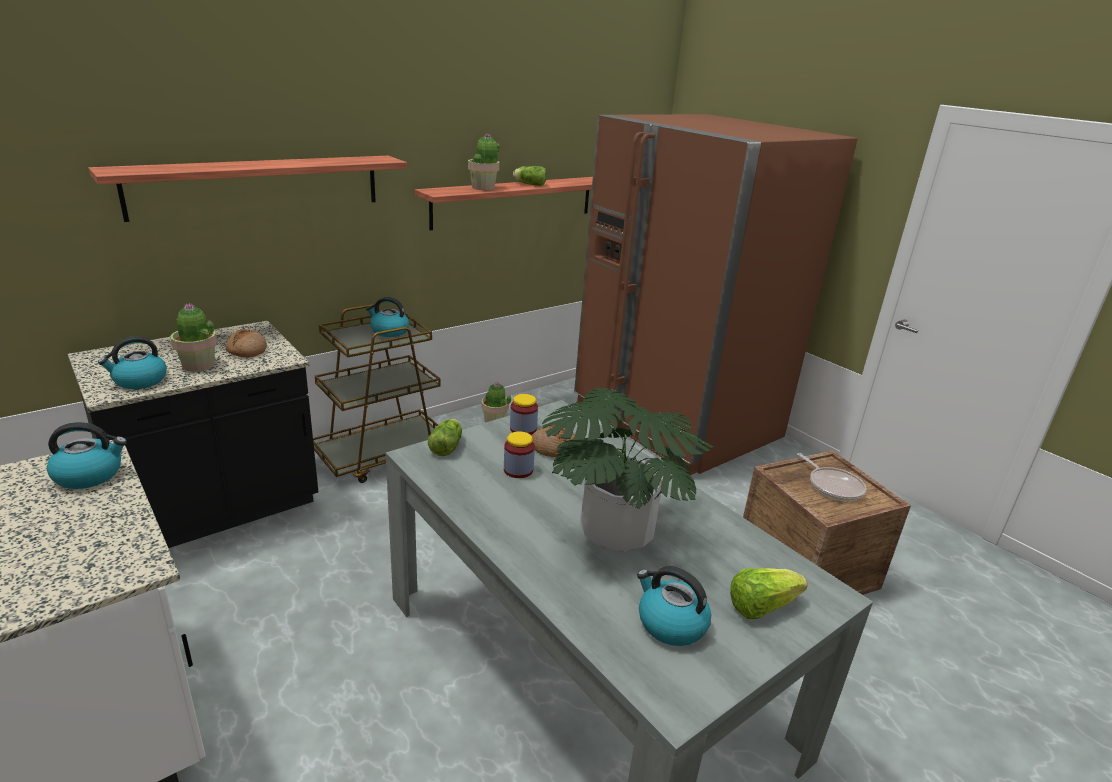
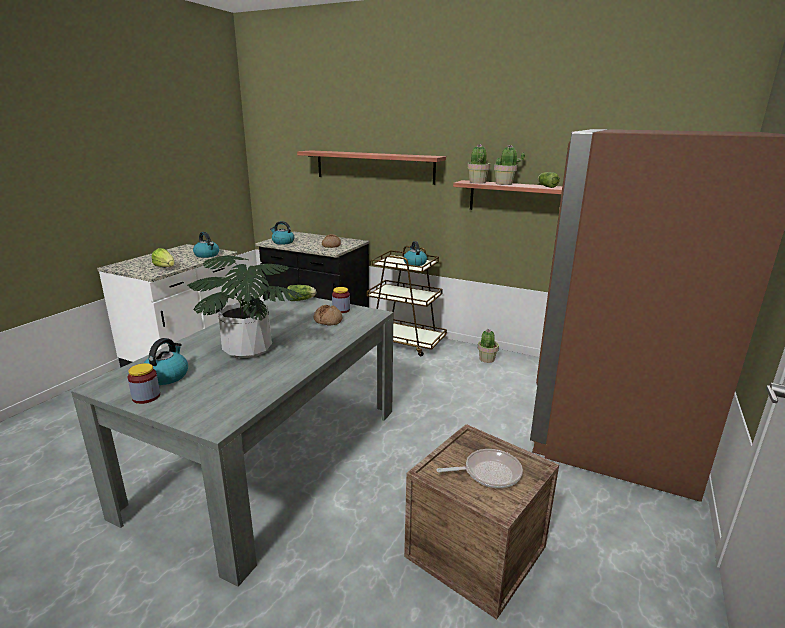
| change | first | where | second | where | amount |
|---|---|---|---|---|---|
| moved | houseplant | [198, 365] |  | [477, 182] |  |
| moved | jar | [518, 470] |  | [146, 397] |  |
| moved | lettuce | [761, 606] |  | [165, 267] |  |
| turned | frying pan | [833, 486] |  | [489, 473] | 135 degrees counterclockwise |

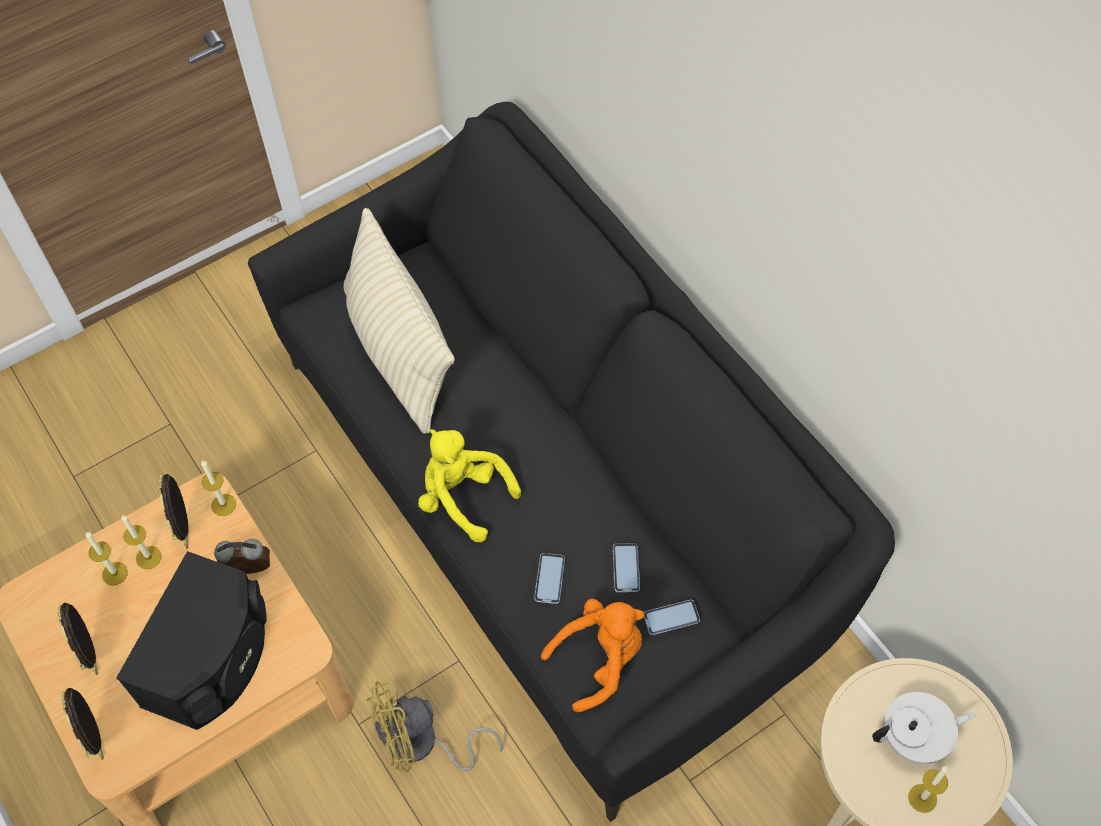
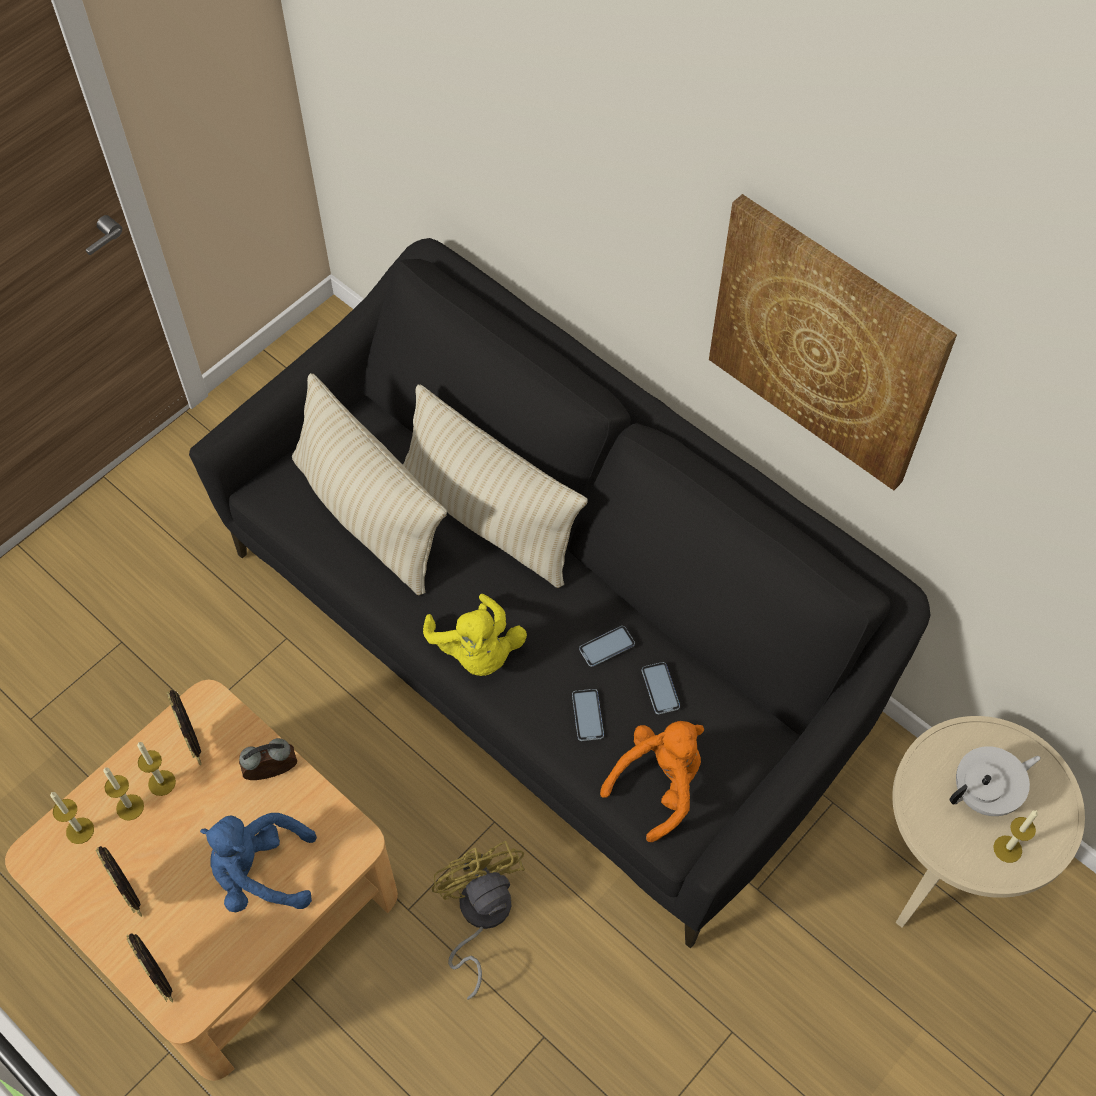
| change | first | where | second | where | amount |
|---|---|---|---|---|---|
| added |  |  | beige-coloured pillow | [489, 518] |  |
| added |  |  | picture | [826, 343] |  |
| moved | wax candle | [223, 505] |  | [80, 830] |  |
| moved | phone | [671, 618] |  | [607, 647] |  |
| replaced | black-coloured audio speaker | [212, 659] | blue-coloured plush toy | [260, 873] |  |
| turned | yellow fan | [422, 745] |  | [479, 916] | 105 degrees clockwise |
| turned | yellow plush toy | [463, 497] |  | [477, 652] | 135 degrees counterclockwise |

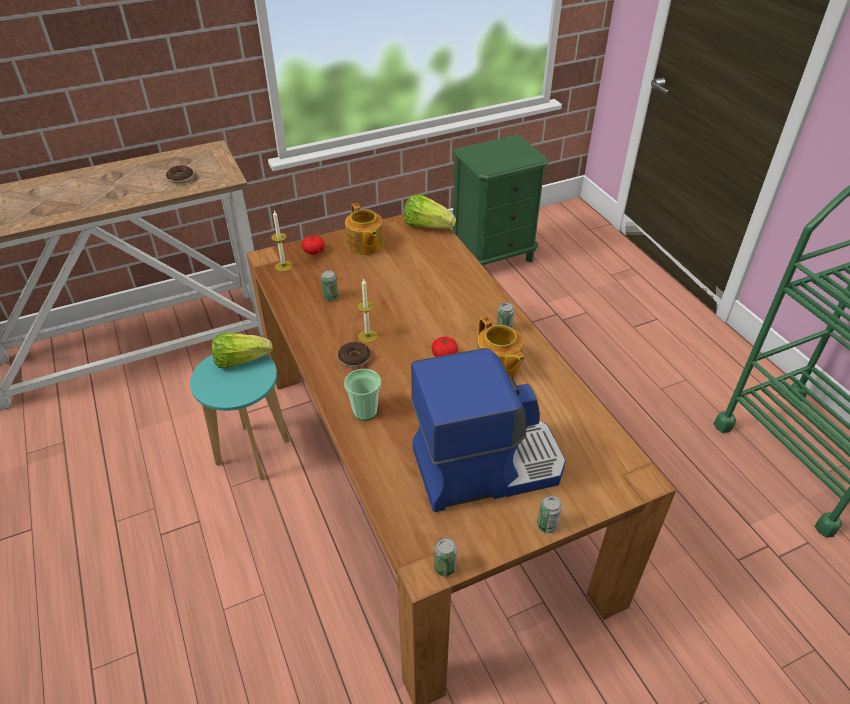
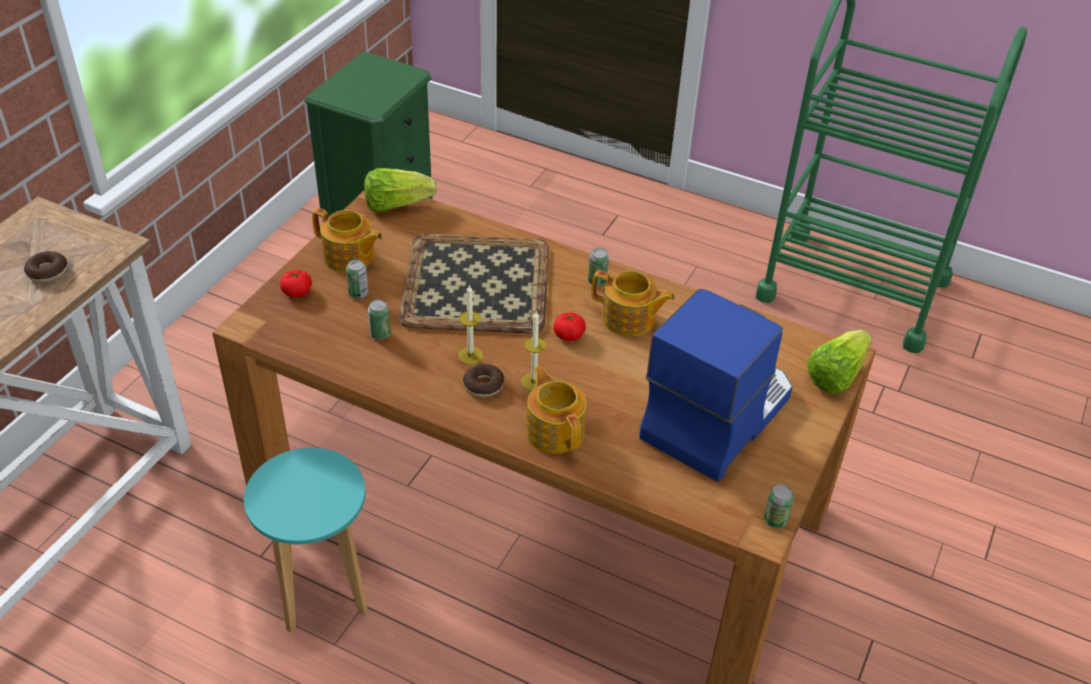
| change | first | where | second | where | amount |
|---|---|---|---|---|---|
| added |  |  | tray | [474, 285] |  |
| moved | lettuce | [241, 360] |  | [835, 375] |  |
| moved | wax candle | [283, 266] |  | [533, 382] |  |
| moved | metal can | [547, 525] |  | [358, 293] |  |
| replaced | cup | [365, 411] | teapot | [555, 430] |  |

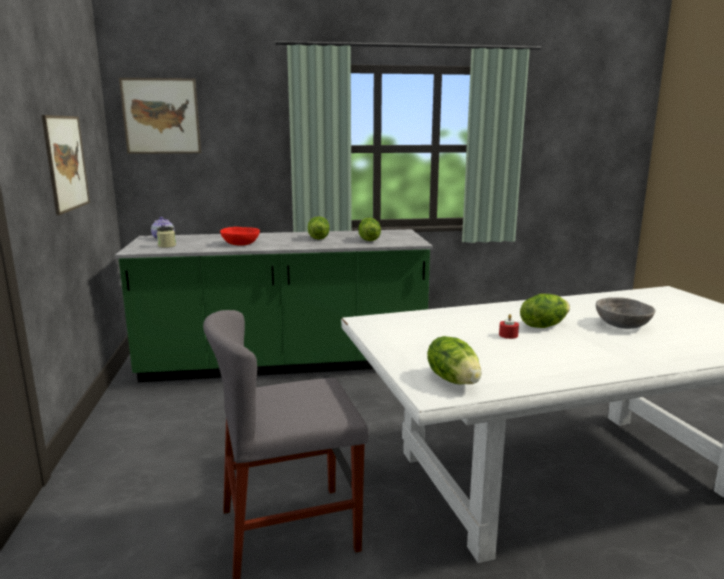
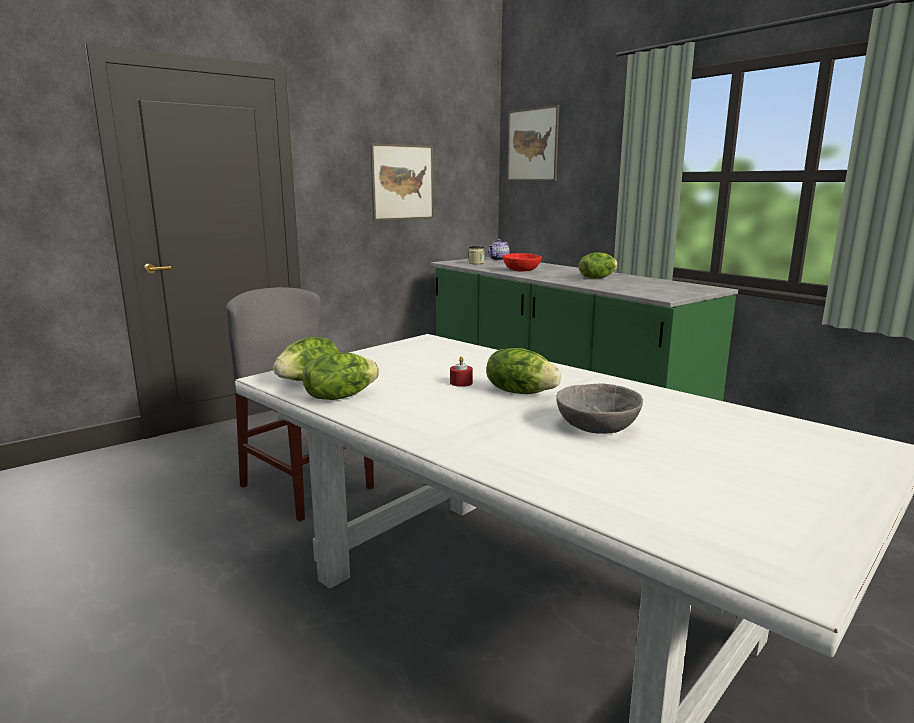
| change | first | where | second | where | amount |
|---|---|---|---|---|---|
| moved | lettuce | [368, 240] |  | [340, 396] |  |

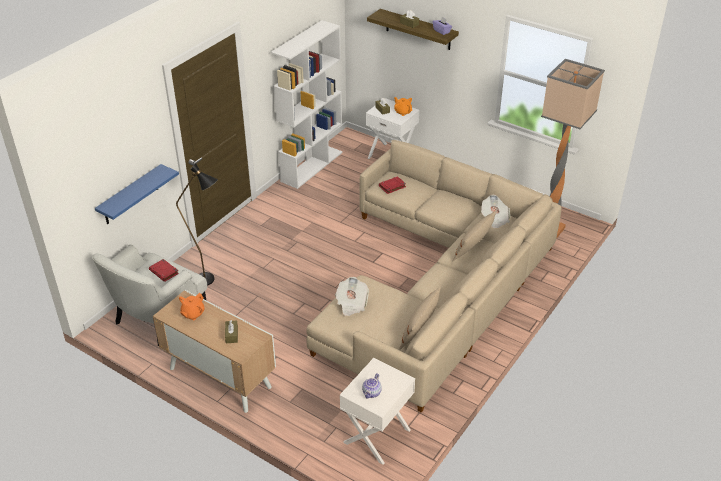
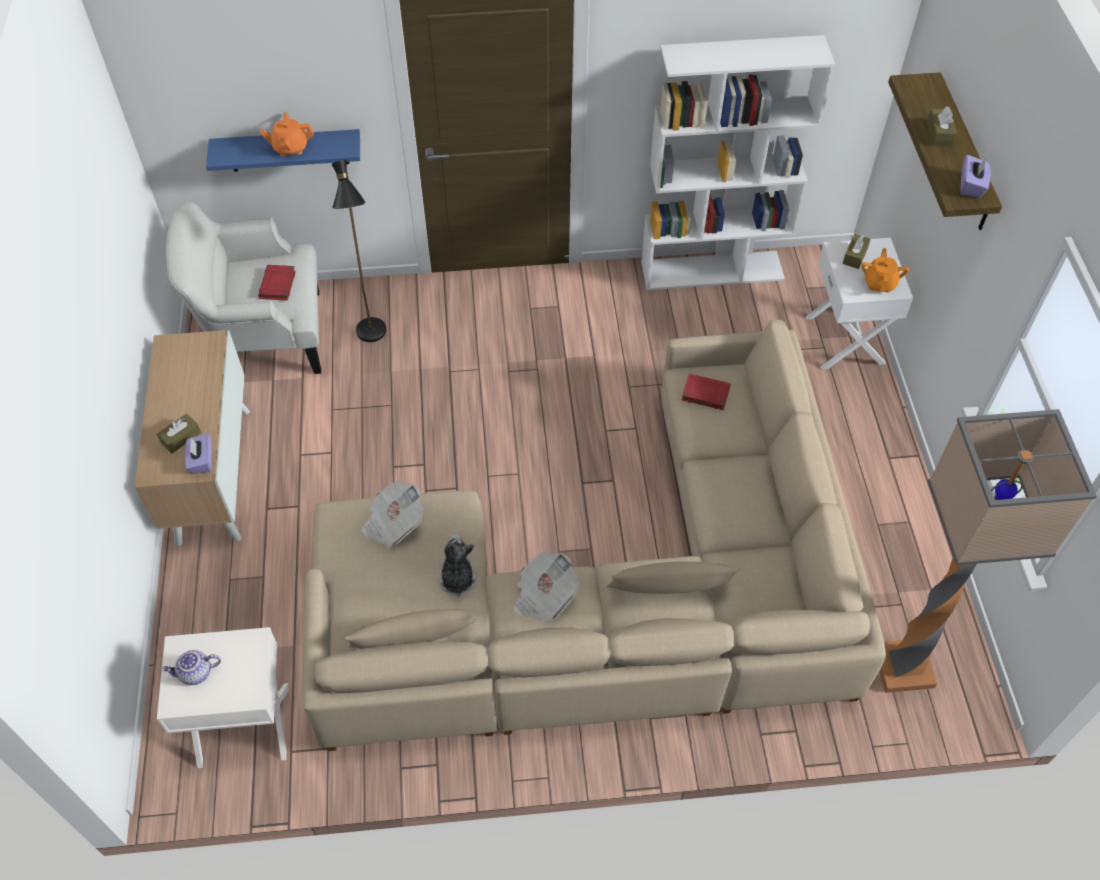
| change | first | where | second | where | amount |
|---|---|---|---|---|---|
| added |  |  | purple-coloured tissue box | [201, 461] |  |
| added |  |  | plush toy | [457, 578] |  |
| moved | orange-coloured teapot | [193, 314] |  | [290, 148] |  |
| moved | newspaper | [495, 218] |  | [544, 596] |  |

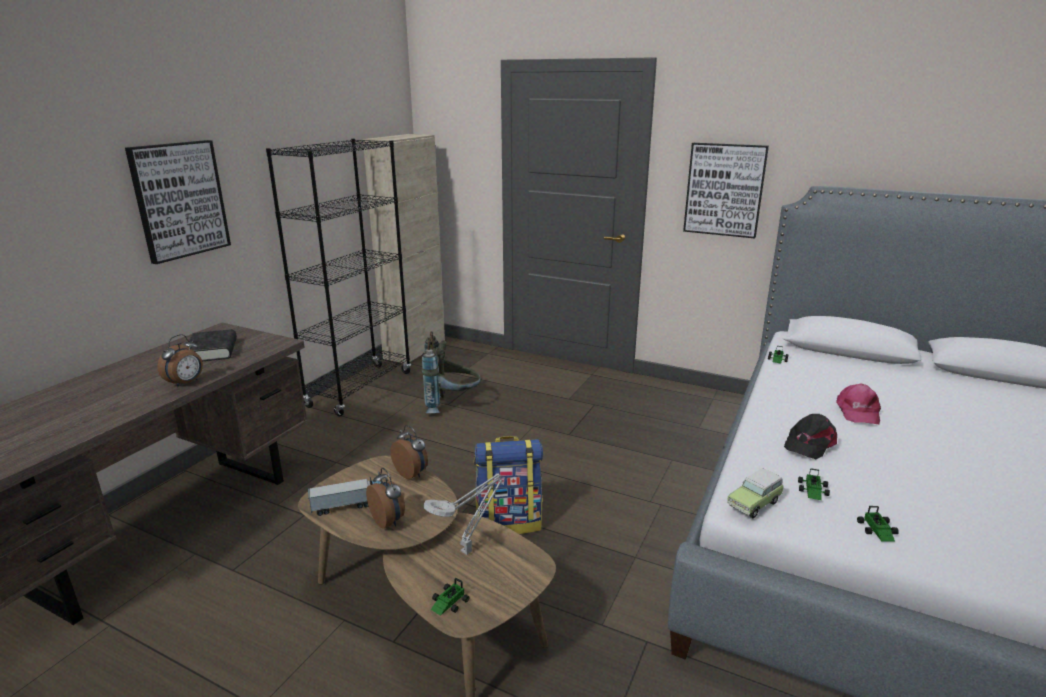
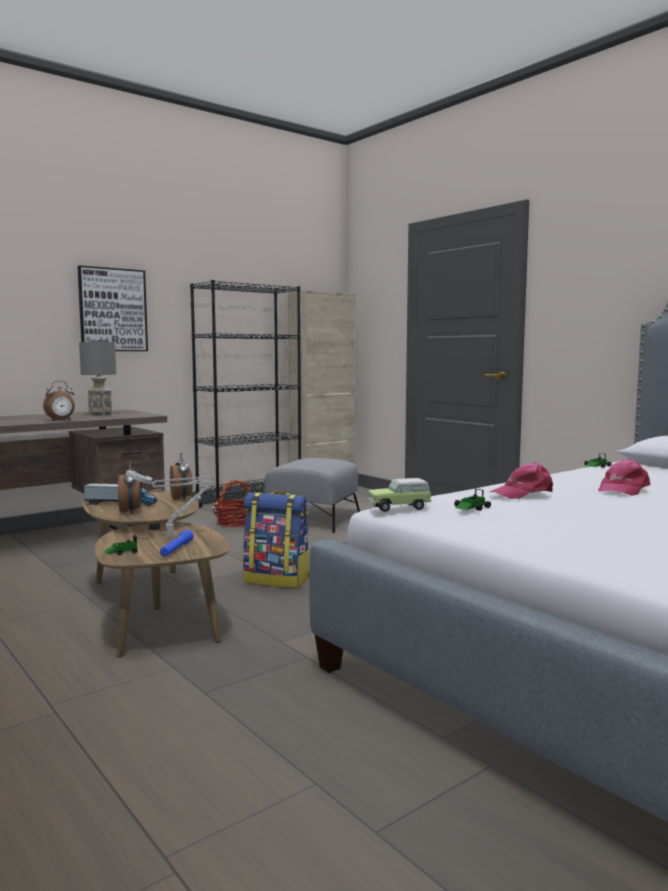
| change | first | where | second | where | amount |
|---|---|---|---|---|---|
| removed | picture | [724, 190] |  |  |  |
| removed | model car | [878, 530] |  |  |  |
| added |  |  | blue-coloured flashlight | [176, 549] |  |
| added |  |  | basket | [235, 523] |  |
| replaced | black-coloured bound book | [212, 351] | gray table lamp | [101, 414] |  |
| replaced | gray rucksack | [451, 405] | gray pouffe | [313, 519] |  |
| recoloured | black-coloured cap | [809, 443] | pinkish cap | [523, 493] |  |

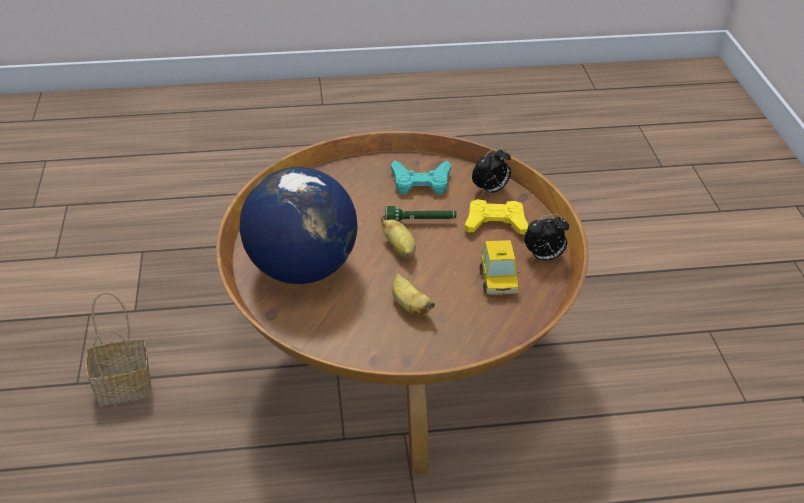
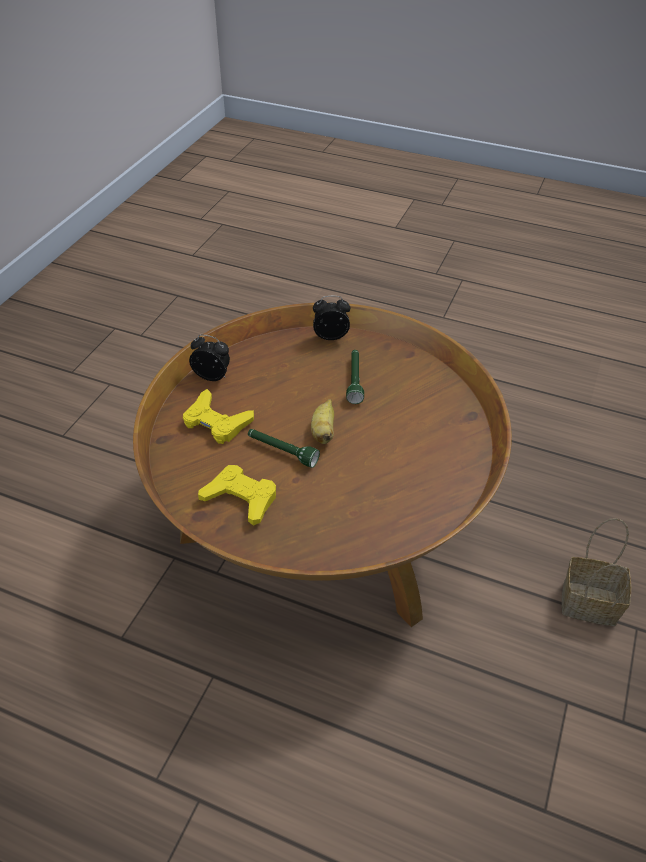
| change | first | where | second | where | amount |
|---|---|---|---|---|---|
| removed | world globe | [301, 269] |  |  |  |
| removed | model car | [498, 281] |  |  |  |
| moved | alarm clock | [490, 190] |  | [331, 336] |  |
| replaced | whole banana | [409, 306] | green-coloured flashlight | [354, 380] |  |
| recoloured | blue-green gamepad | [421, 182] | yellow gamepad | [241, 498] |  |

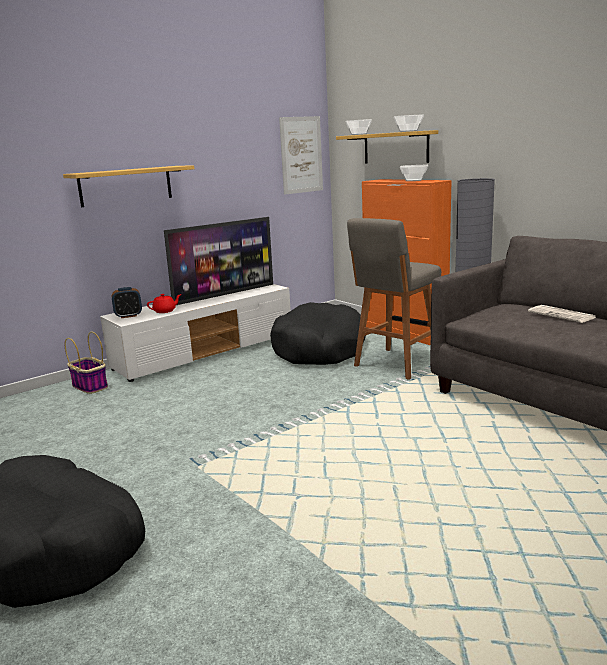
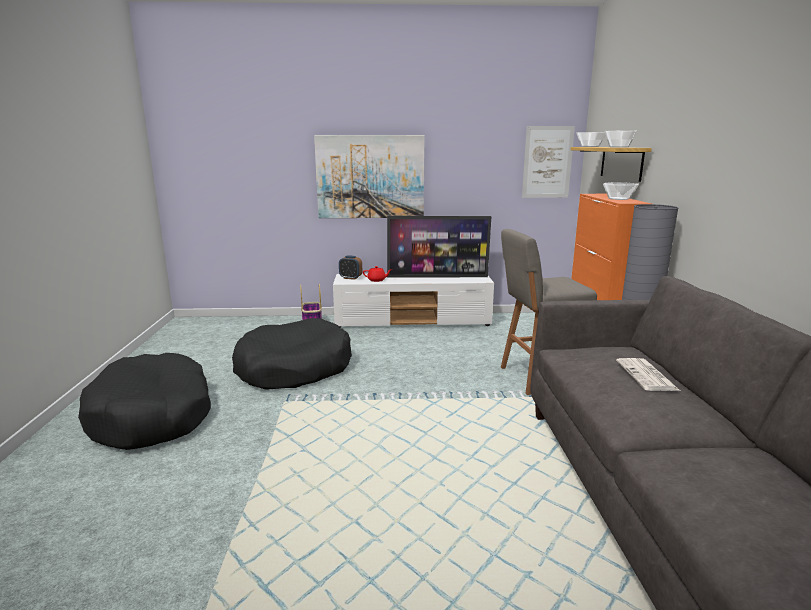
| change | first | where | second | where | amount |
|---|---|---|---|---|---|
| moved | black-coloured dog cushion | [319, 349] |  | [294, 368] |  |
| replaced | shelf | [126, 186] | picture | [370, 177] |  |

